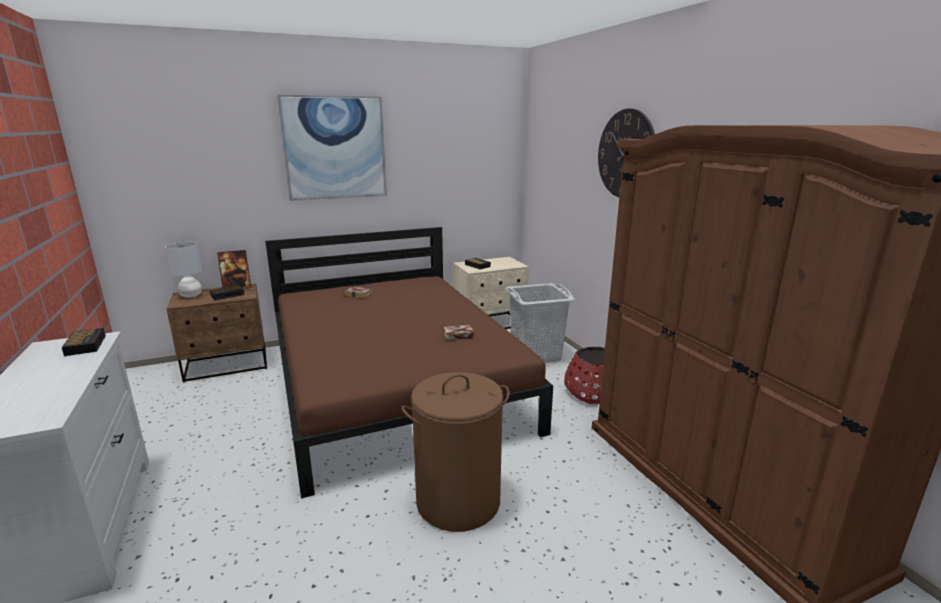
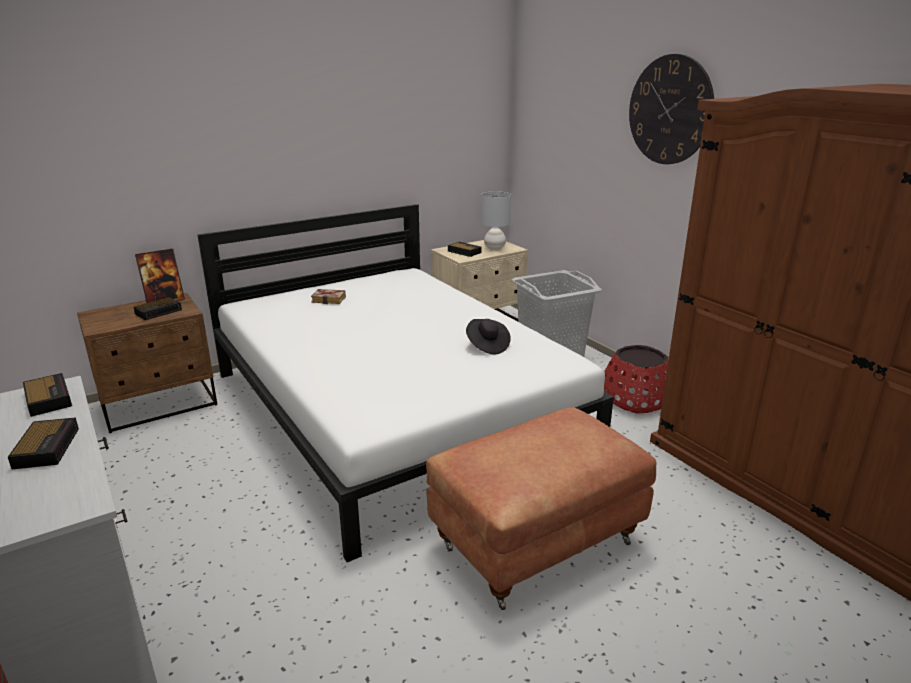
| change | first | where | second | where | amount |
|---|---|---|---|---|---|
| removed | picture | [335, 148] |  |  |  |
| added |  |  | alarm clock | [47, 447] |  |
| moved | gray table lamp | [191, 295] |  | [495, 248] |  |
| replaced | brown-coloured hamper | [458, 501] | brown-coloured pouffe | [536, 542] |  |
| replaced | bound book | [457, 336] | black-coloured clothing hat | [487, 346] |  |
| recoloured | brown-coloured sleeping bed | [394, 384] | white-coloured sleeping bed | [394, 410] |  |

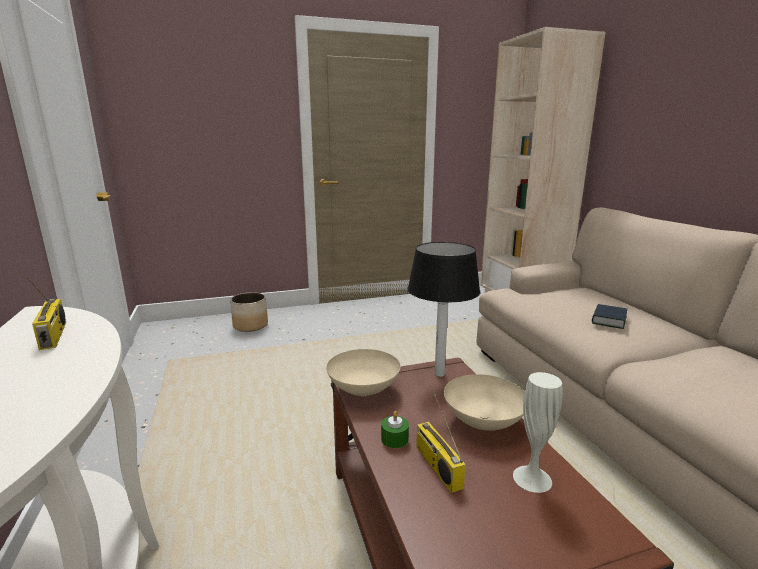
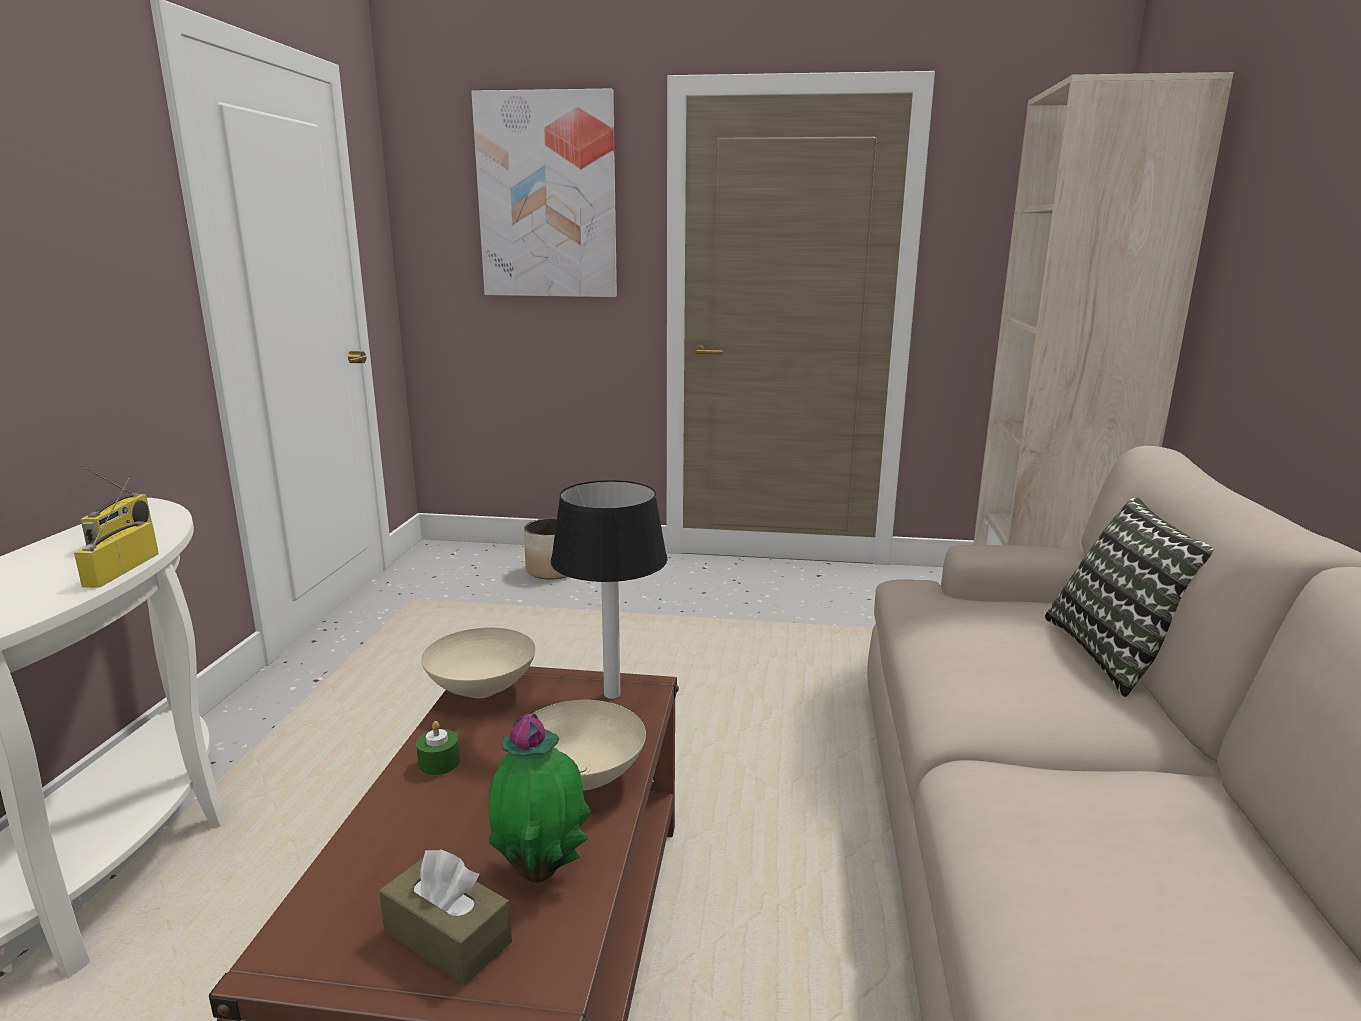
| change | first | where | second | where | amount |
|---|---|---|---|---|---|
| removed | bound book | [608, 320] |  |  |  |
| added |  |  | brown-coloured tissue box | [447, 936] |  |
| added |  |  | picture | [547, 196] |  |
| added |  |  | pillow | [1119, 654] |  |
| moved | radio | [436, 465] |  | [122, 569] |  |
| replaced | white-coloured vase | [532, 478] | houseplant | [541, 869] |  |

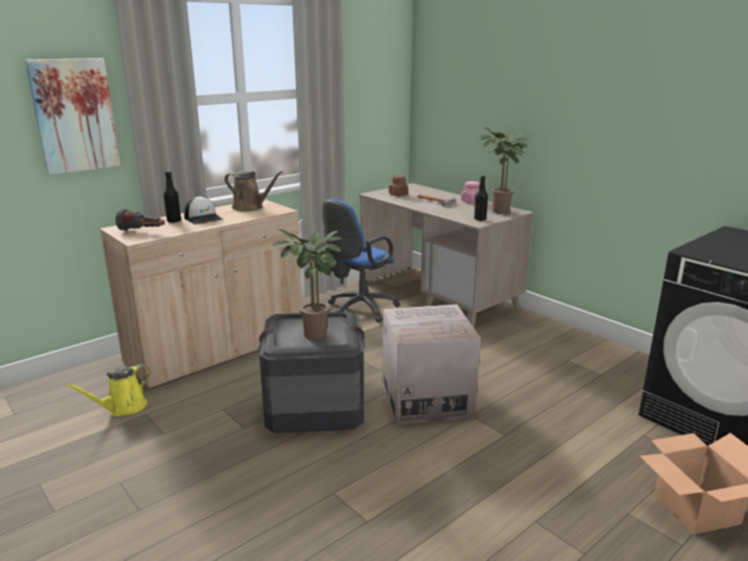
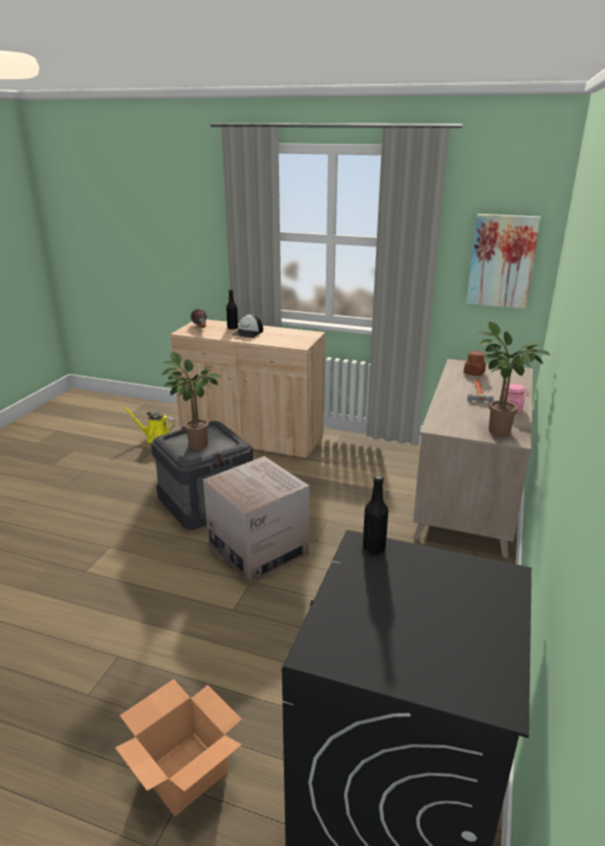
| change | first | where | second | where | amount |
|---|---|---|---|---|---|
| removed | brown-coloured watering can | [250, 207] |  |  |  |
| removed | blue-coloured computer chair | [358, 310] |  |  |  |
| moved | picture | [74, 115] |  | [502, 261] |  |
| moved | black-coloured drink bottle | [480, 219] |  | [374, 547] |  |

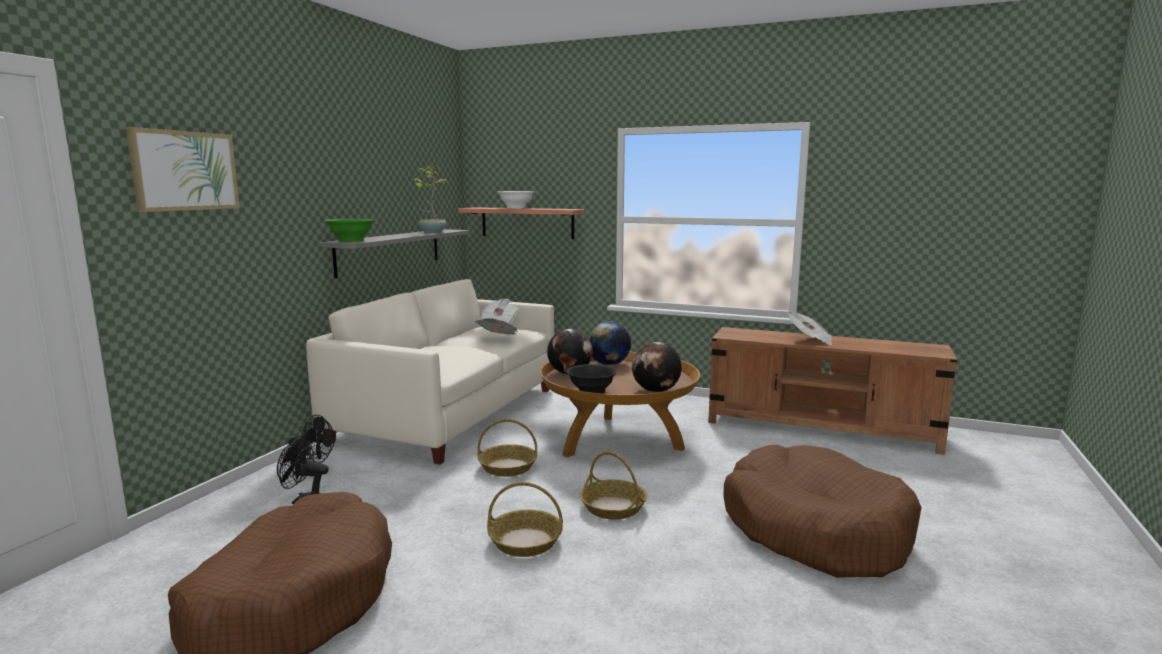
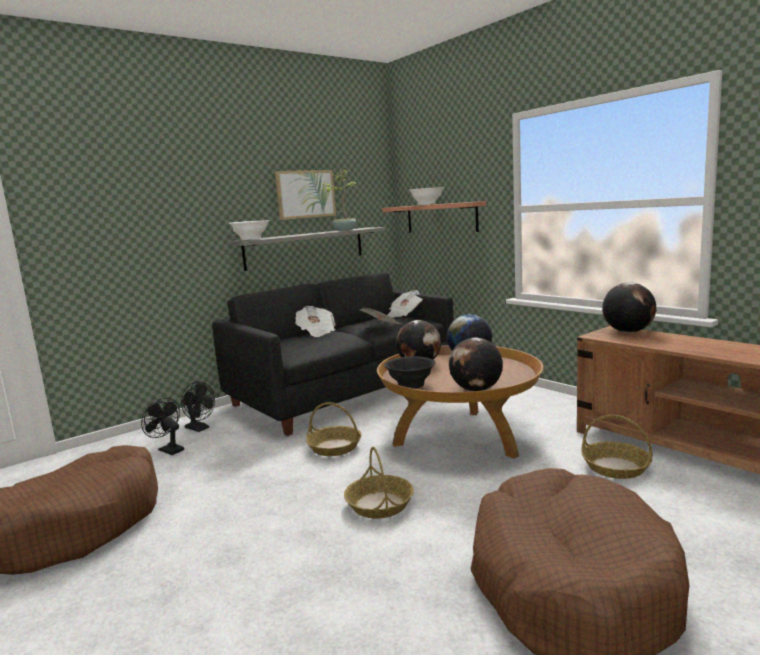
| change | first | where | second | where | amount |
|---|---|---|---|---|---|
| added |  |  | world globe | [627, 332] |  |
| moved | picture | [185, 171] |  | [305, 194] |  |
| moved | basket | [525, 542] |  | [615, 467] |  |
| moved | newspaper | [810, 340] |  | [316, 332] |  |
| recoloured | white-coloured settee | [450, 413] | black-coloured settee | [344, 392] |  |
| recoloured | green-coloured bowl | [351, 241] | white-coloured bowl | [251, 239] |  |

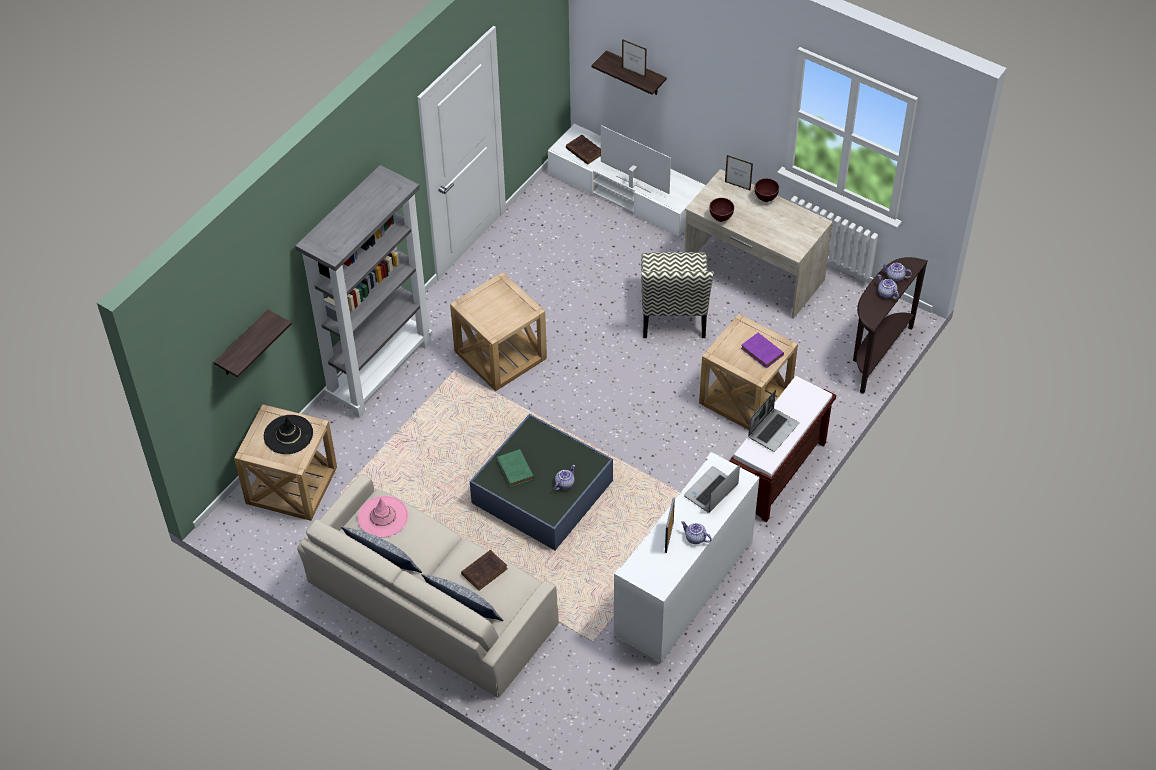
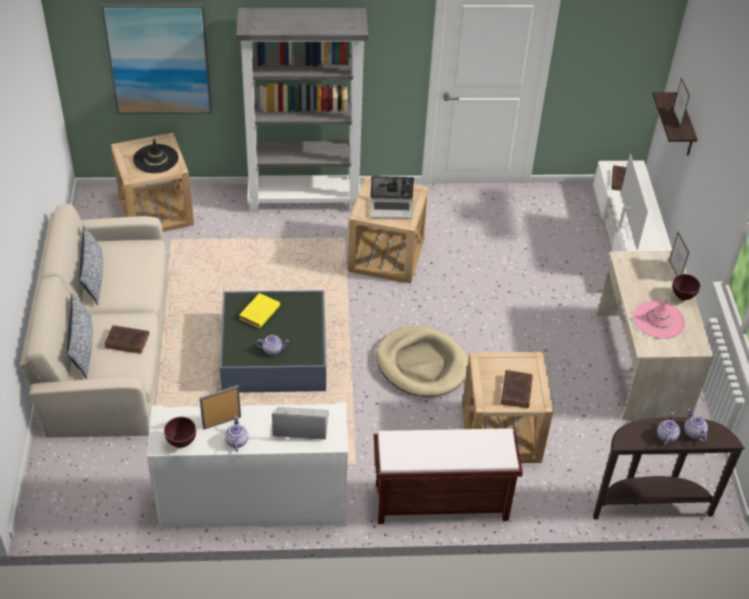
| change | first | where | second | where | amount |
|---|---|---|---|---|---|
| removed | chair | [673, 313] |  |  |  |
| added |  |  | beige-coloured dog cushion | [421, 364] |  |
| moved | pinkish clothing hat | [383, 517] |  | [658, 320] |  |
| moved | brown-coloured bowl | [721, 218] |  | [182, 443] |  |
| moved | laptop | [773, 430] |  | [392, 208] |  |
| replaced | shelf | [243, 345] | picture | [159, 59] |  |
| recoloured | green-coloured bound book | [516, 470] | yellow bound book | [259, 313] |  |
| recoloured | purple-coloured bound book | [763, 352] | brown-coloured bound book | [516, 392] |  |

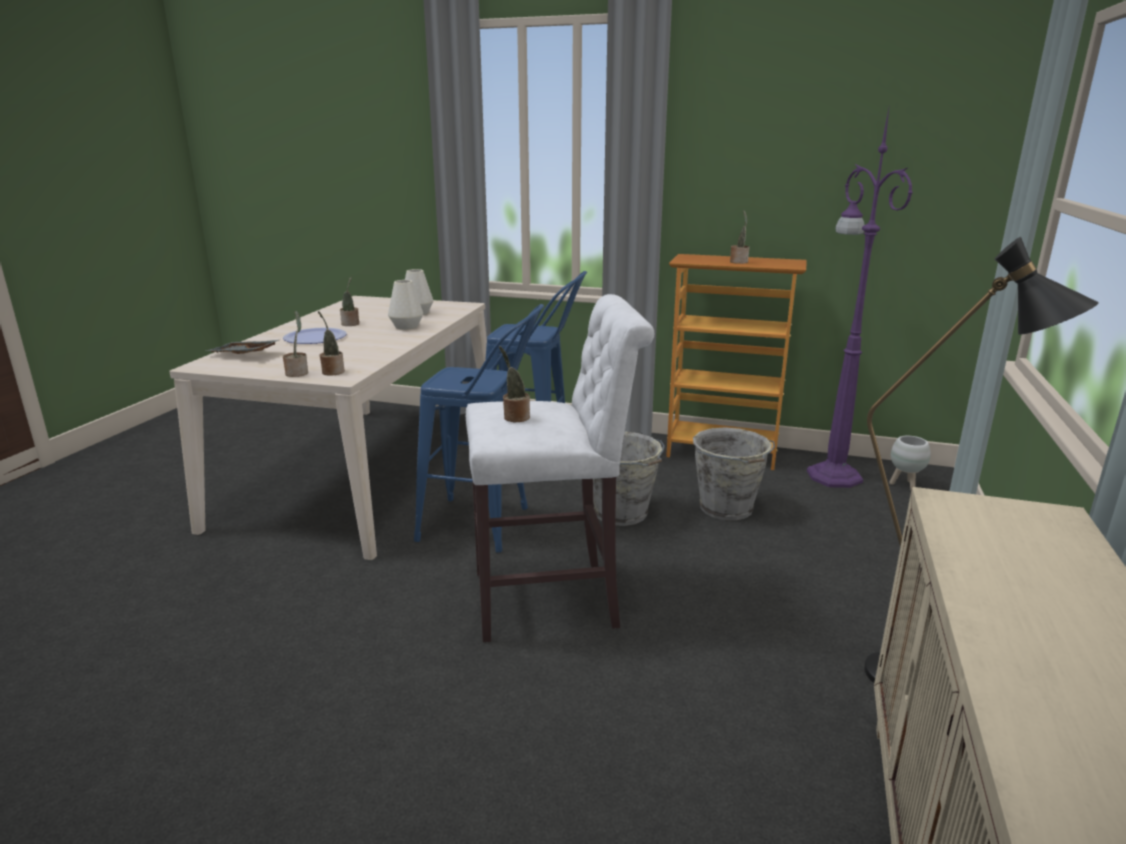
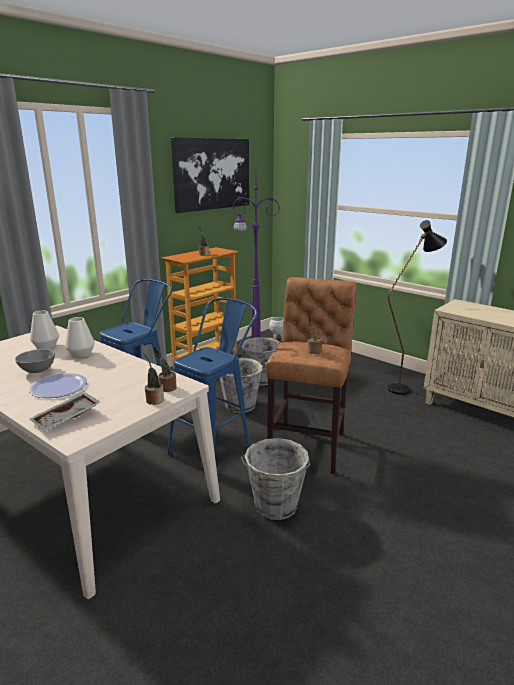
| change | first | where | second | where | amount |
|---|---|---|---|---|---|
| added |  |  | picture | [212, 174] |  |
| added |  |  | gray water bucket | [275, 506] |  |
| replaced | houseplant | [351, 324] | gray bowl | [37, 371] |  |
| recoloured | white-coloured sitting stool | [554, 599] | brown-coloured sitting stool | [308, 445] |  |

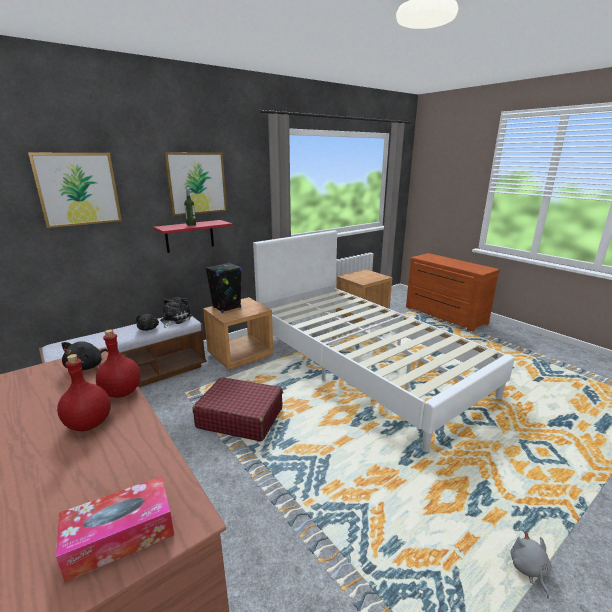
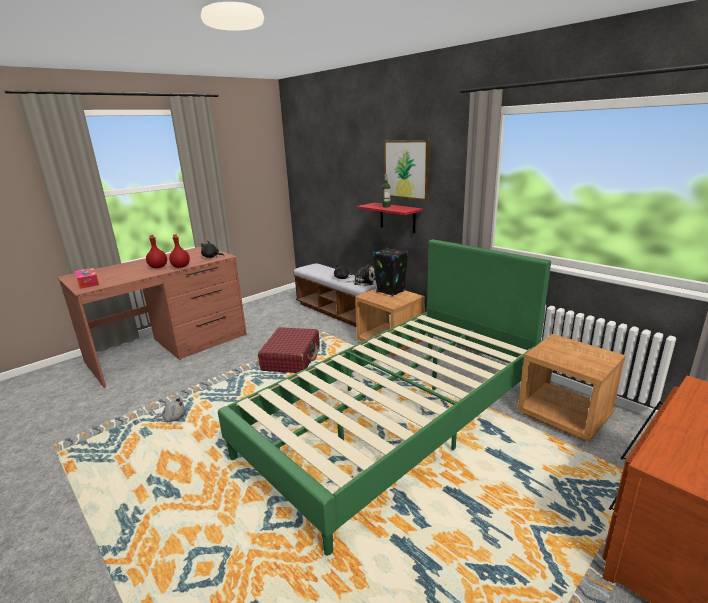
| change | first | where | second | where | amount |
|---|---|---|---|---|---|
| removed | picture | [78, 189] |  |  |  |
| moved | gray plush toy | [529, 569] |  | [173, 418] |  |
| recoloured | white-coloured sleeping bed | [364, 364] | green-coloured sleeping bed | [396, 418] |  |

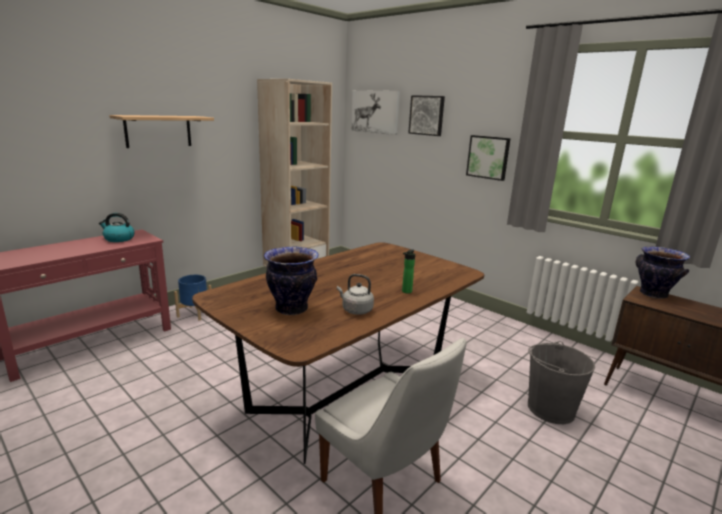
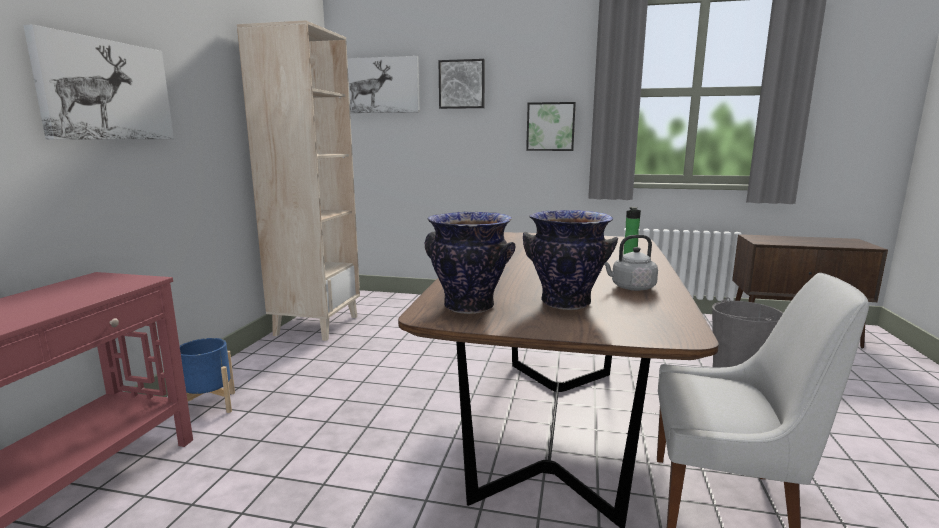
| change | first | where | second | where | amount |
|---|---|---|---|---|---|
| removed | tea kettle | [118, 239] |  |  |  |
| moved | vase | [653, 294] |  | [468, 307] |  |
| replaced | shelf | [158, 131] | picture | [105, 90] |  |

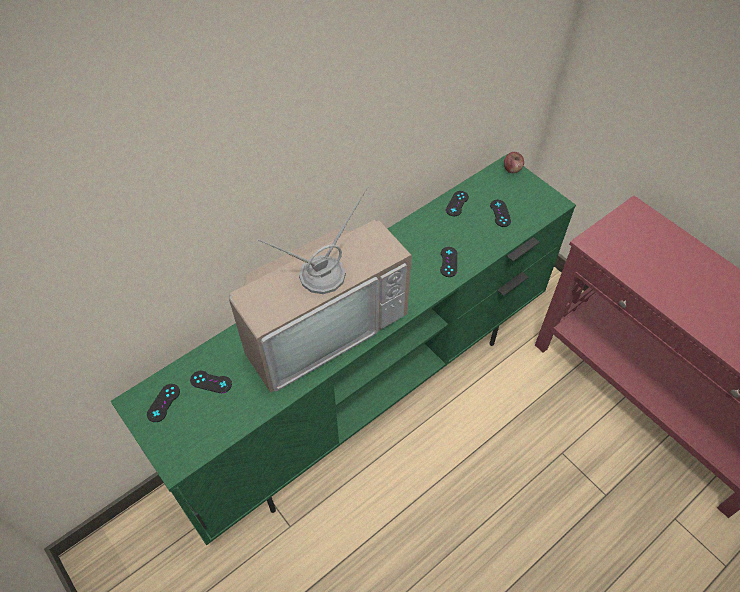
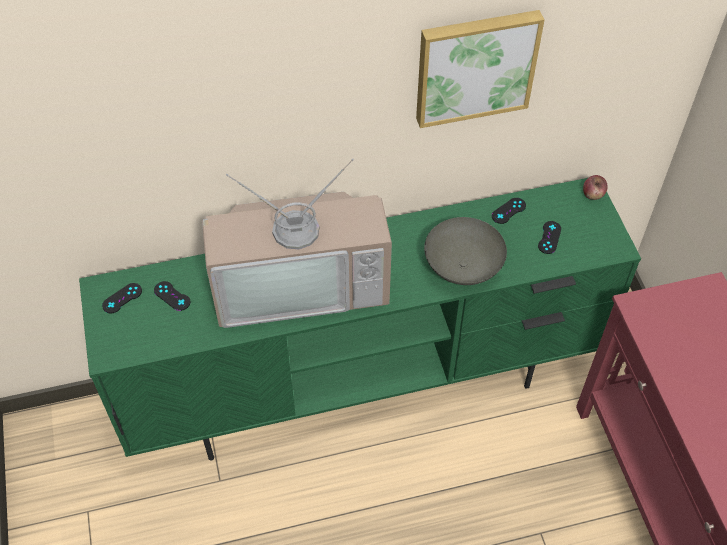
| change | first | where | second | where | amount |
|---|---|---|---|---|---|
| added |  |  | picture | [475, 66] |  |
| replaced | black-coloured gamepad | [448, 262] | gray bowl | [462, 268] |  |

